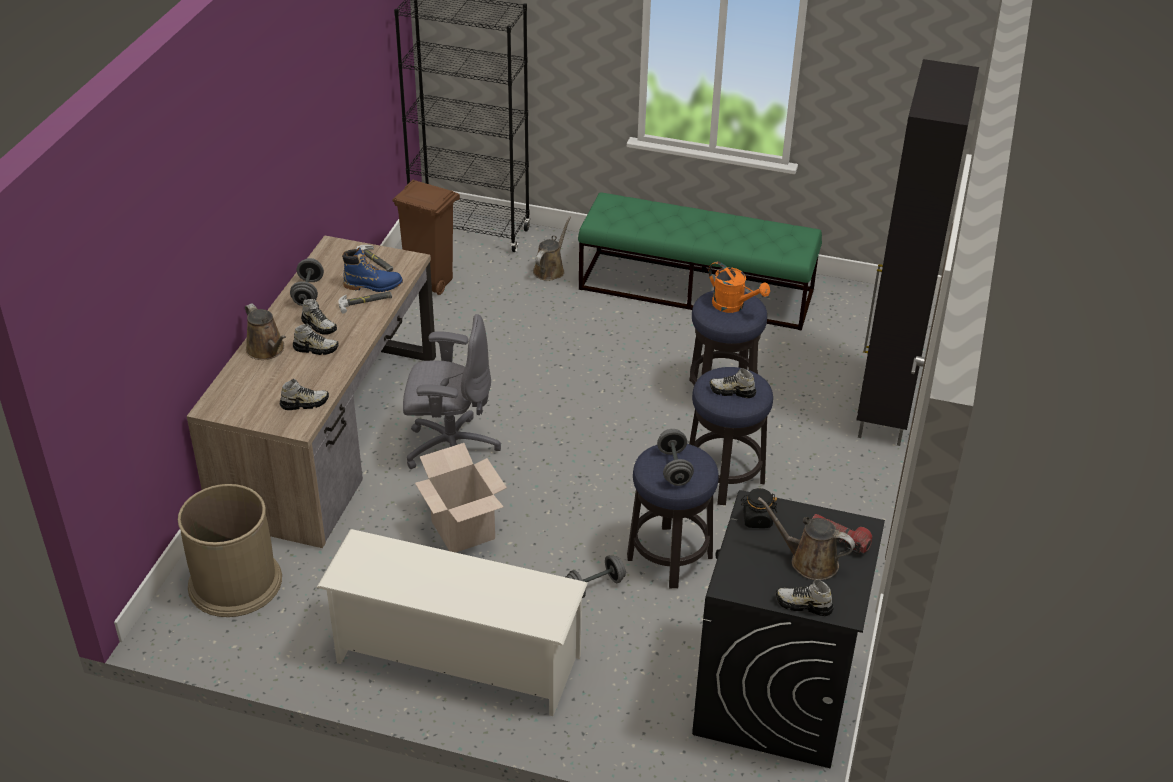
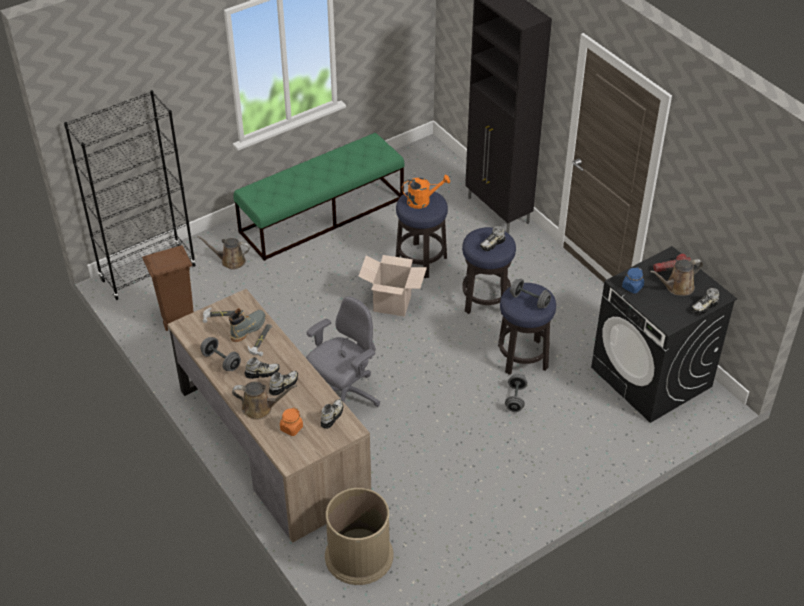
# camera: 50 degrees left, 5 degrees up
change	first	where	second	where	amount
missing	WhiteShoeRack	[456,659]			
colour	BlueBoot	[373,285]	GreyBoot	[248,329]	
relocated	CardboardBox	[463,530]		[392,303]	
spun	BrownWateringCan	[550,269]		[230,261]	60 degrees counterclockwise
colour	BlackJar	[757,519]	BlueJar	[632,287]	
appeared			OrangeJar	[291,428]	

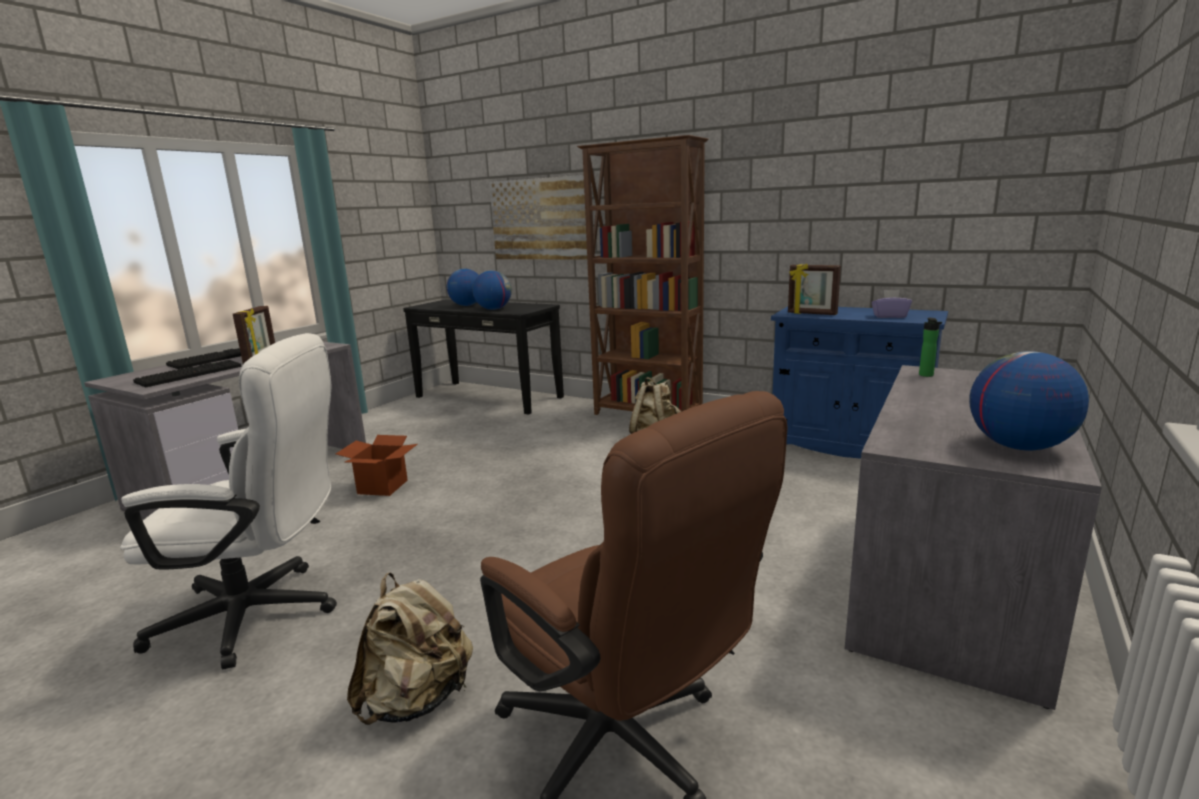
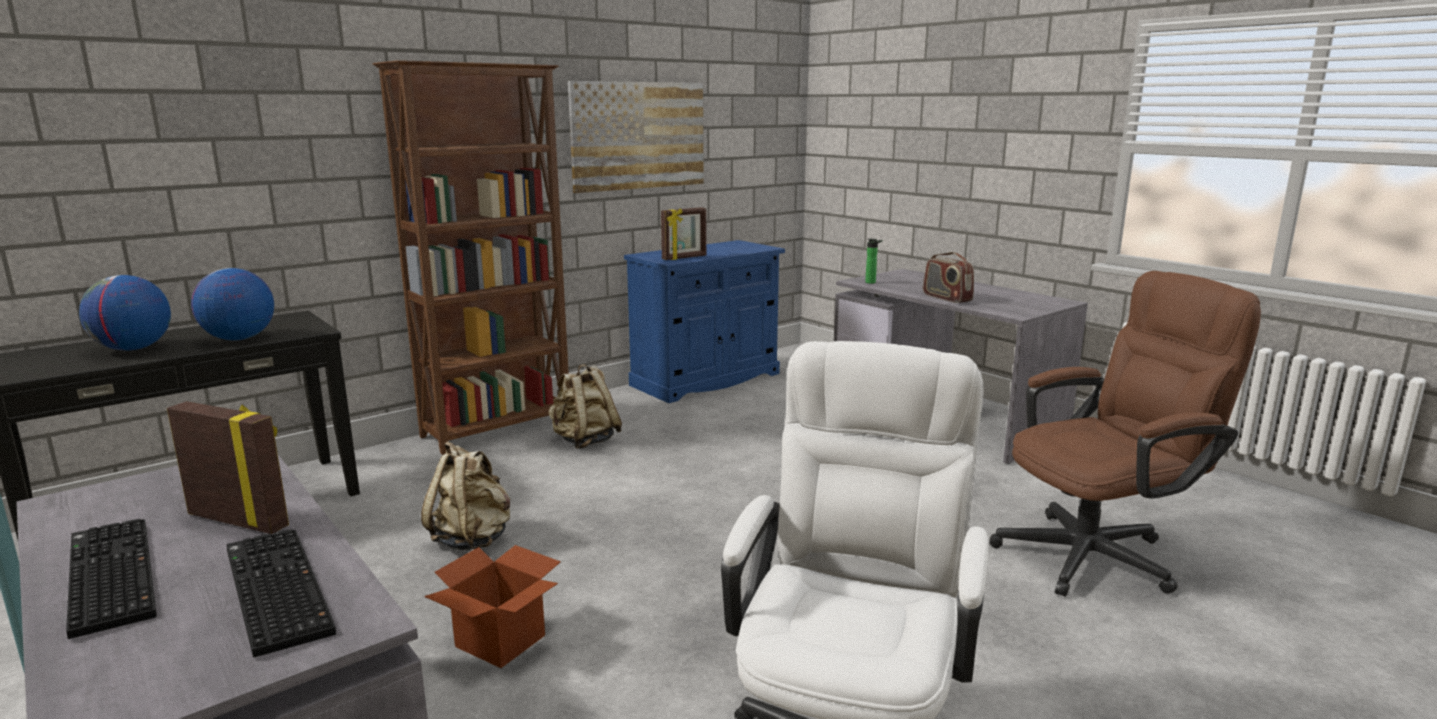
# camera: 70 degrees left, 0 degrees up
change	first	where	second	where	amount
relocated	BeigeBackpack	[417,700]		[472,539]	
relocated	Picture	[541,219]		[639,135]	
missing	PurpleTissueBox	[889,316]			
missing	Globe	[1018,447]			
appeared			Radio	[946,298]	

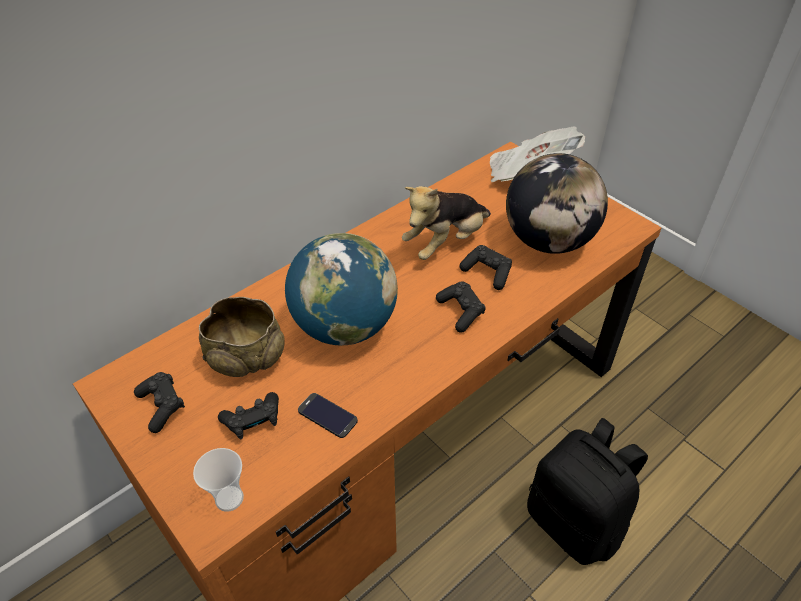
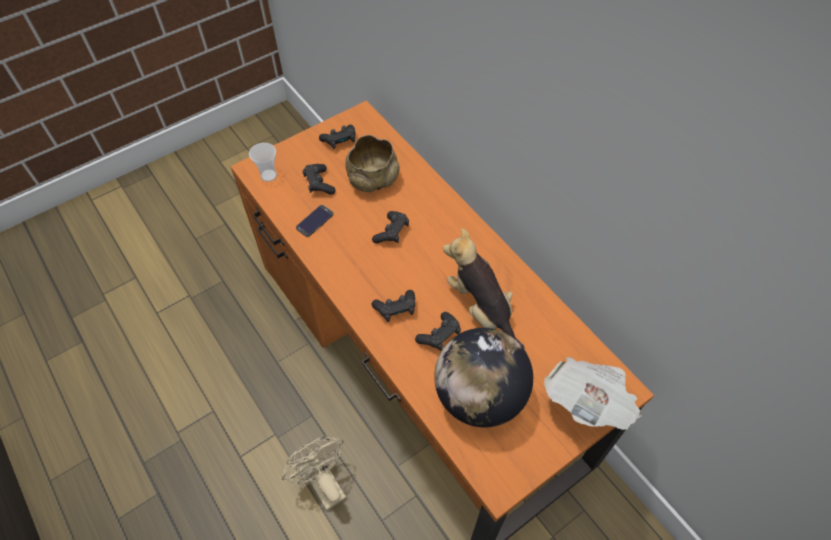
# camera: 95 degrees right, 10 degrees up
change	first	where	second	where	amount
exchanged	Globe	[345,326]	BlackGameController	[392,232]	
exchanged	BlackBackpack	[575,522]	BeigeFan	[323,483]	

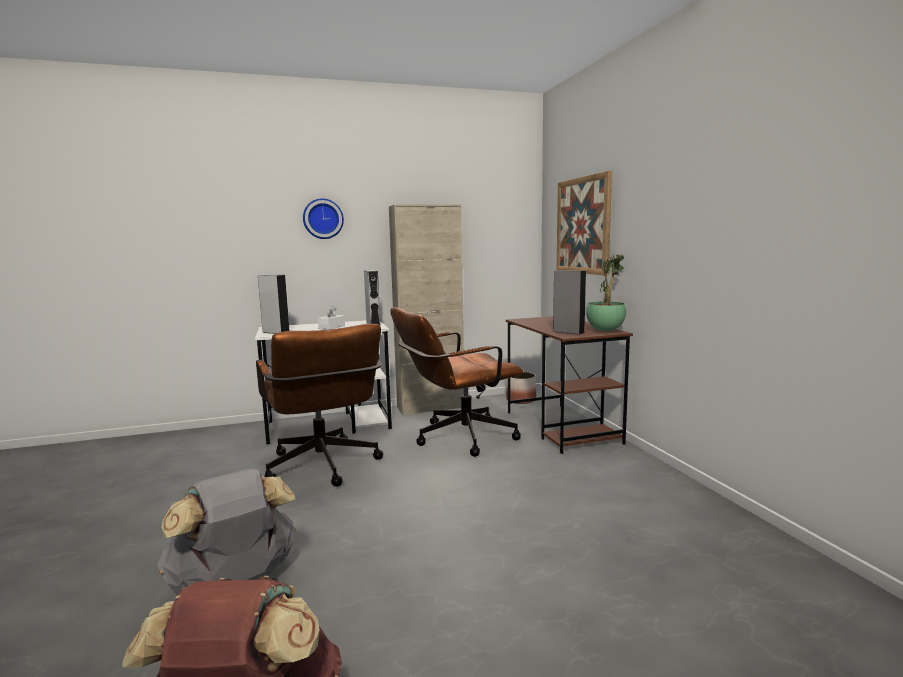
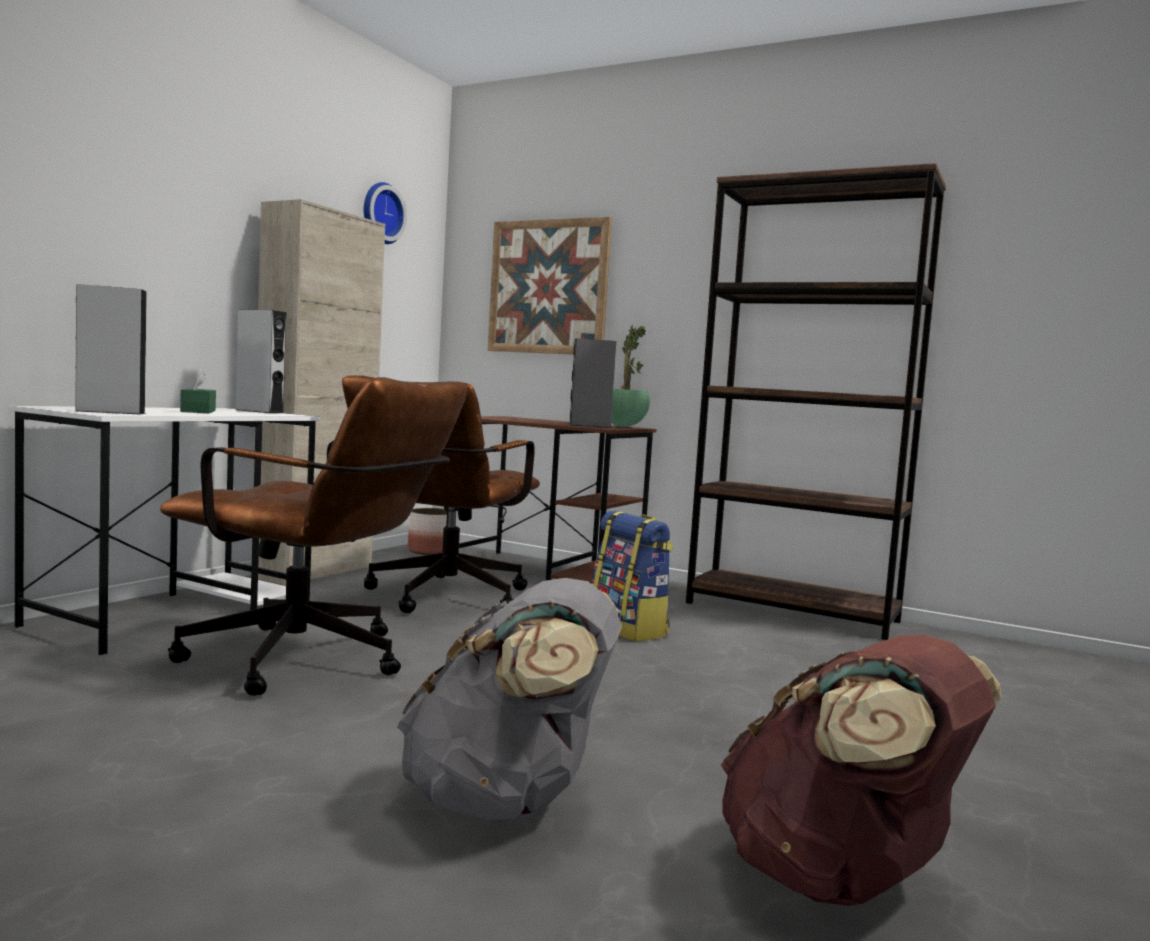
# camera: 45 degrees left, 5 degrees down
change	first	where	second	where	amount
relocated	WallClock	[323,219]		[380,213]	
colour	WhiteTissueBox	[331,327]	GreenTissueBox	[198,411]	
appeared			Backpack	[629,629]	
appeared			BrownBookcase	[792,612]	

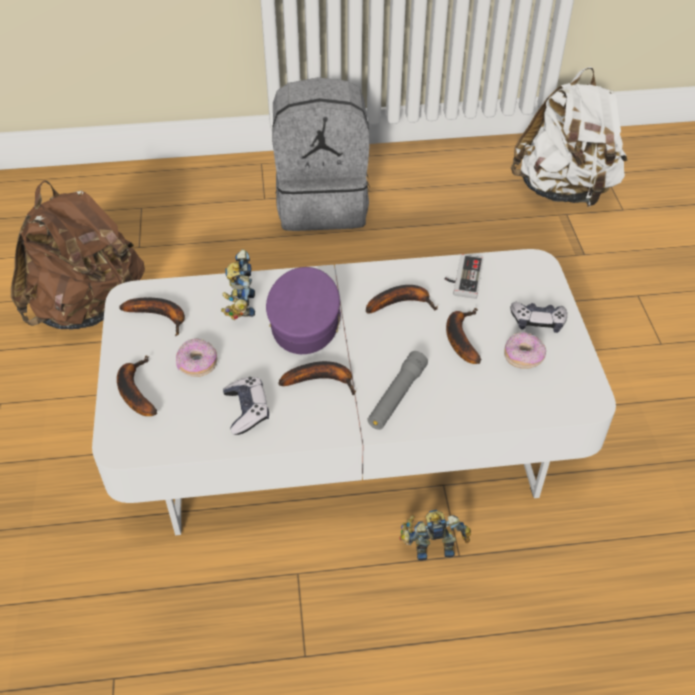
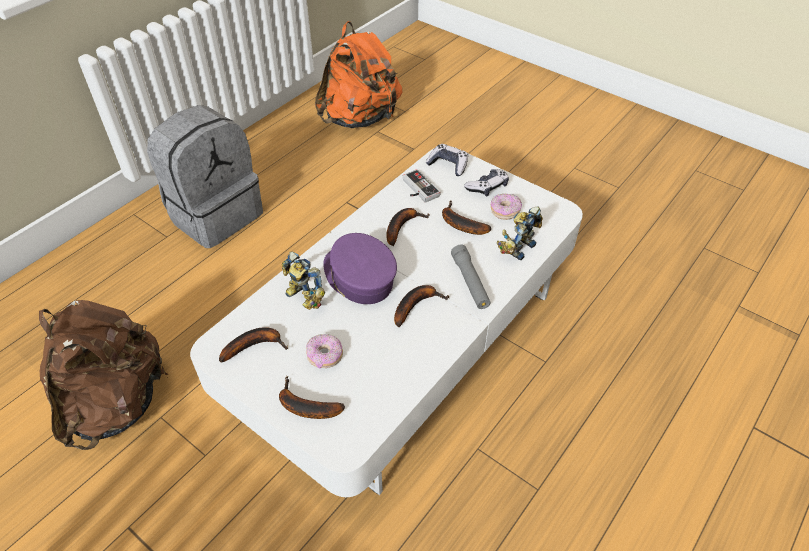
# camera: 45 degrees left, 0 degrees up
change	first	where	second	where	amount
relocated	GameController	[247,410]		[448,165]	
relocated	ToyRobot	[432,545]		[517,247]	
colour	WhiteBackpack	[563,190]	OrangeBackpack	[360,118]	

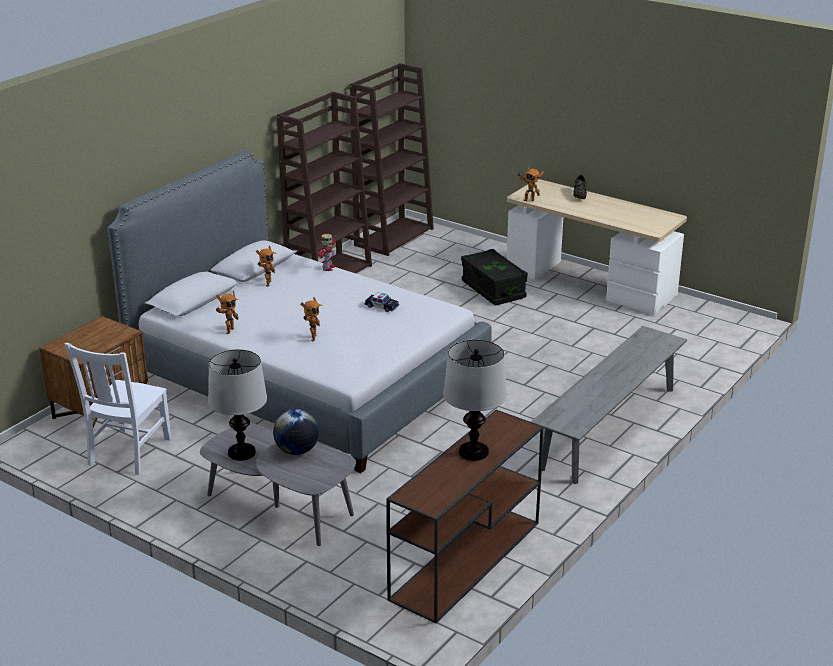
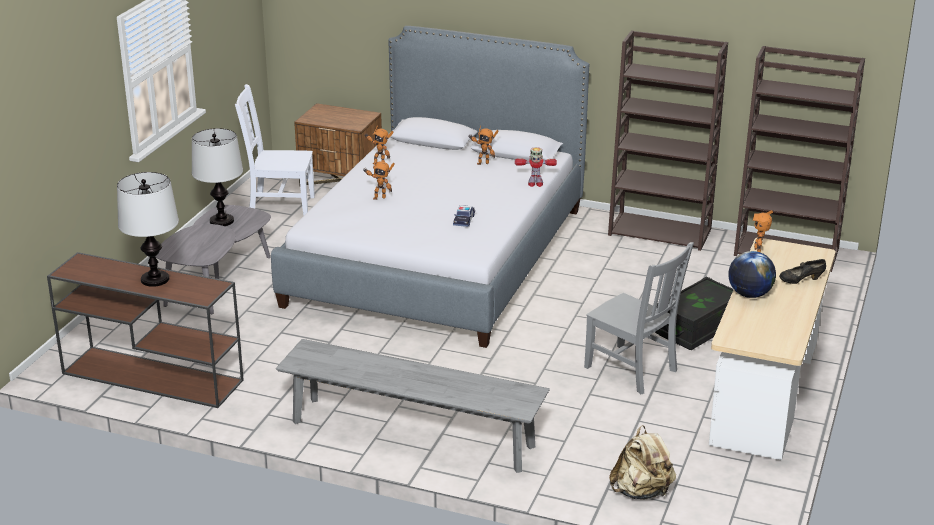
# camera: 75 degrees right, 0 degrees up
change	first	where	second	where	amount
relocated	Globe	[297,451]		[749,294]	
appeared			GreyChair	[633,370]	
appeared			BeigeBackpack	[642,492]	

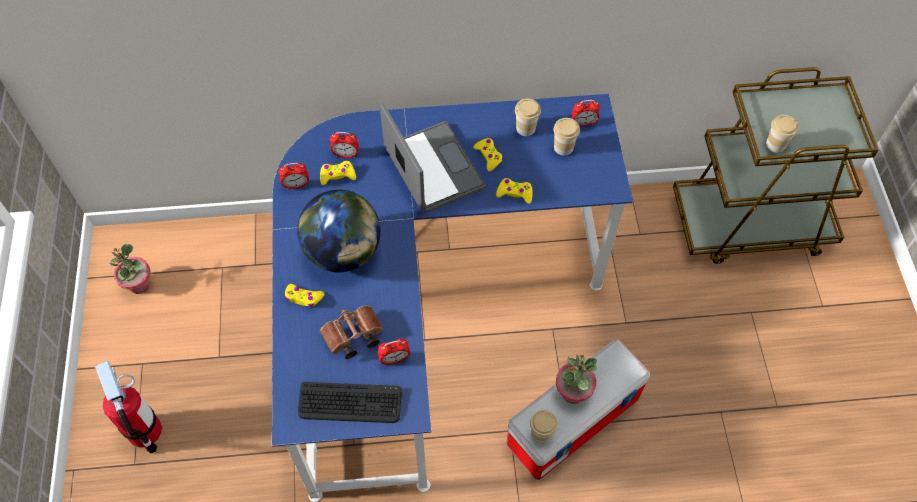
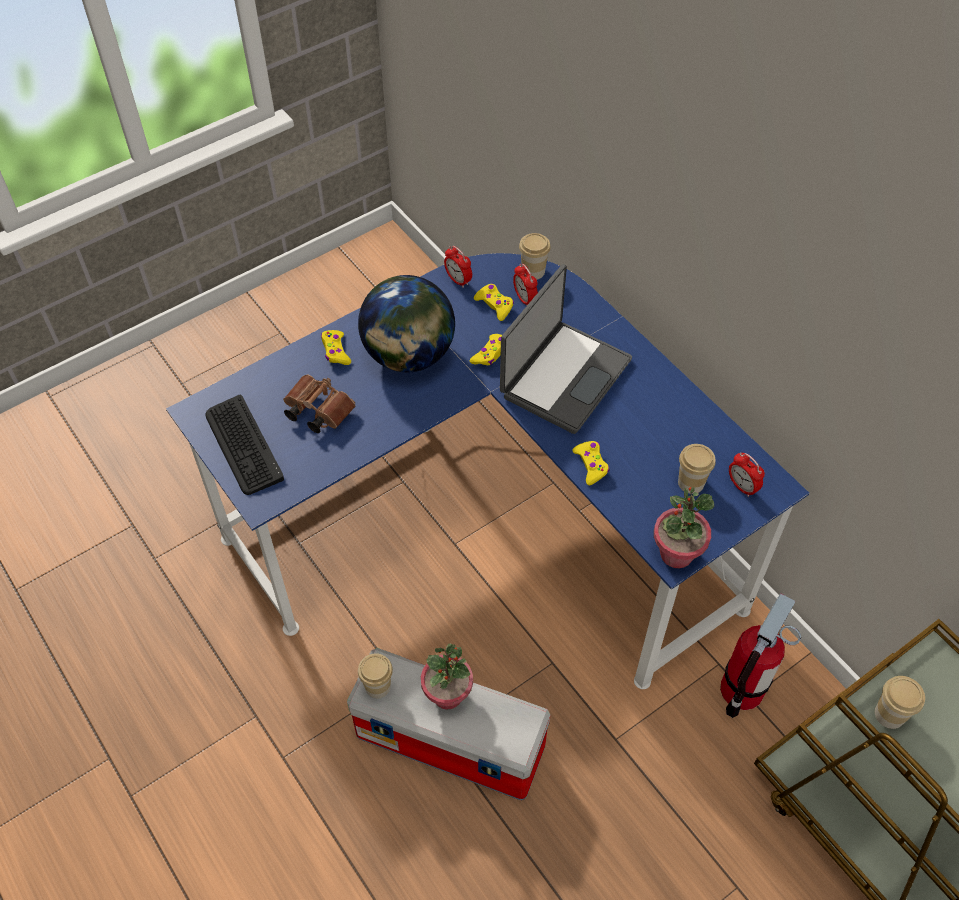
# camera: 60 degrees right, 5 degrees down
change	first	where	second	where	amount
relocated	FireExtinguisher	[145,431]		[742,690]	
relocated	PottedPlant	[139,285]		[676,553]	
missing	AlarmClock	[395,359]			
relocated	YellowGameController	[488,156]		[490,353]	
relocated	Cup	[525,128]		[533,271]	

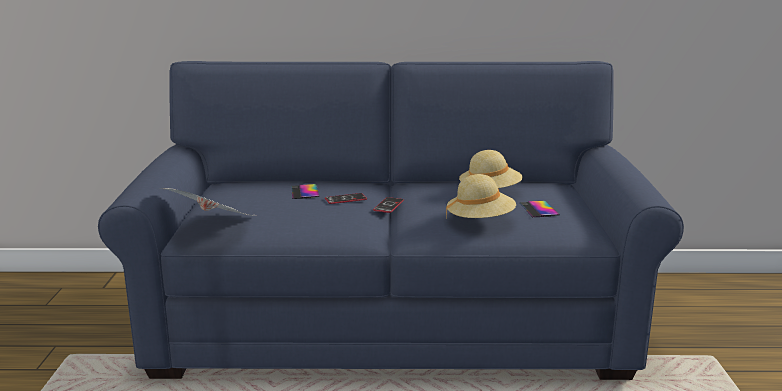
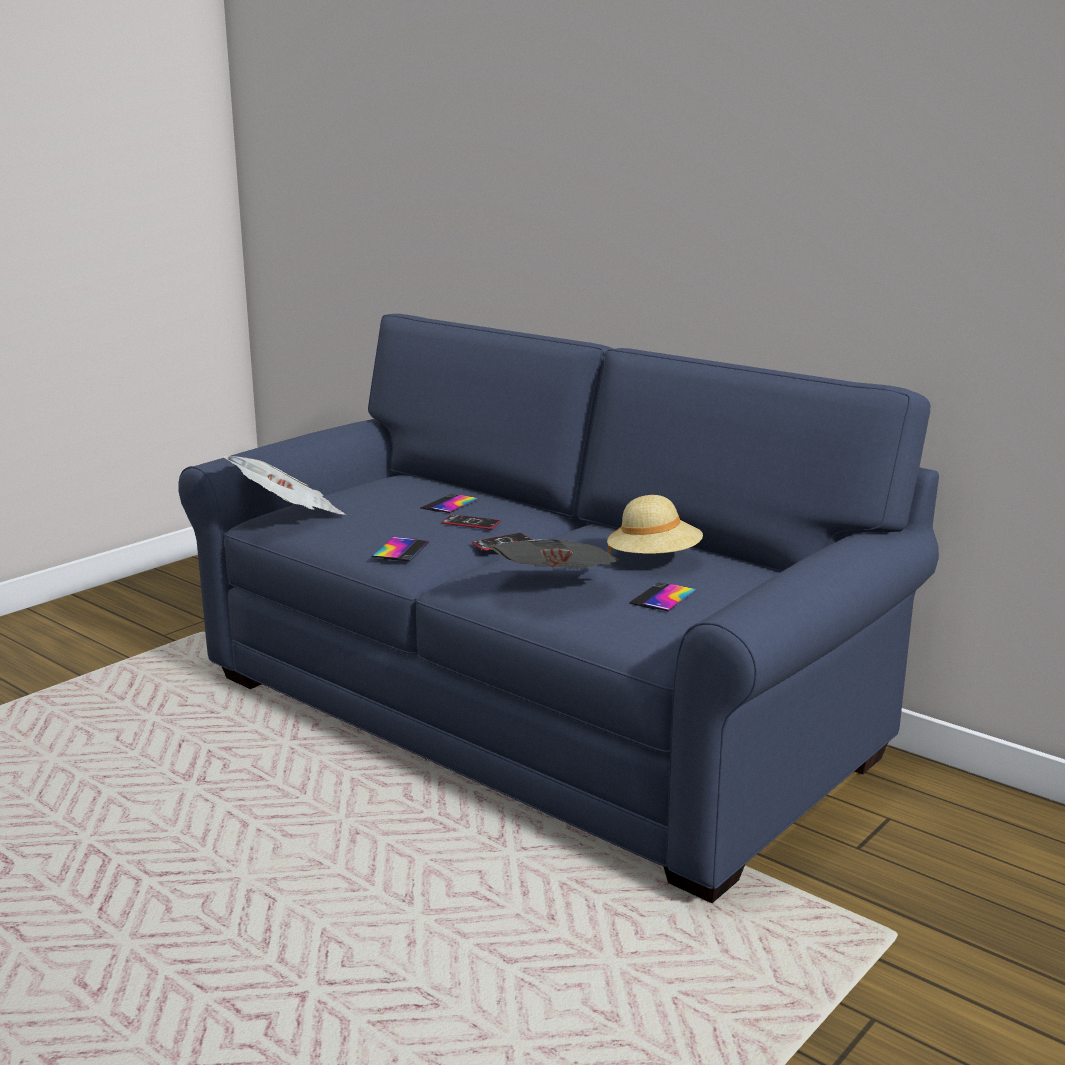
# camera: 40 degrees right, 0 degrees up
change	first	where	second	where	amount
exchanged	BeigeHat	[480,221]	Newspaper	[554,589]	
appeared			Phone	[400,549]	

